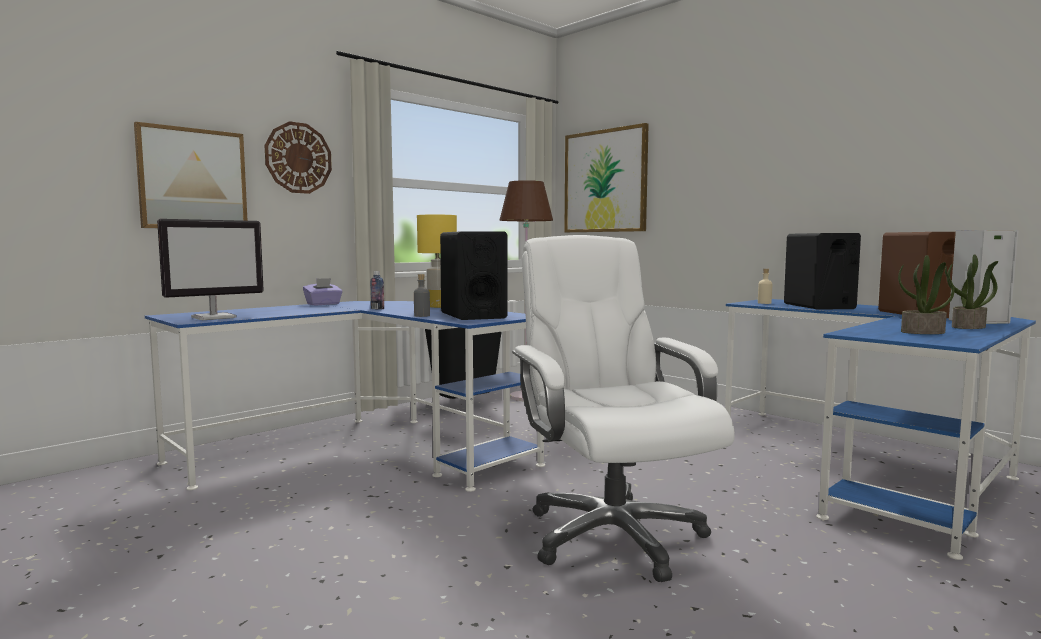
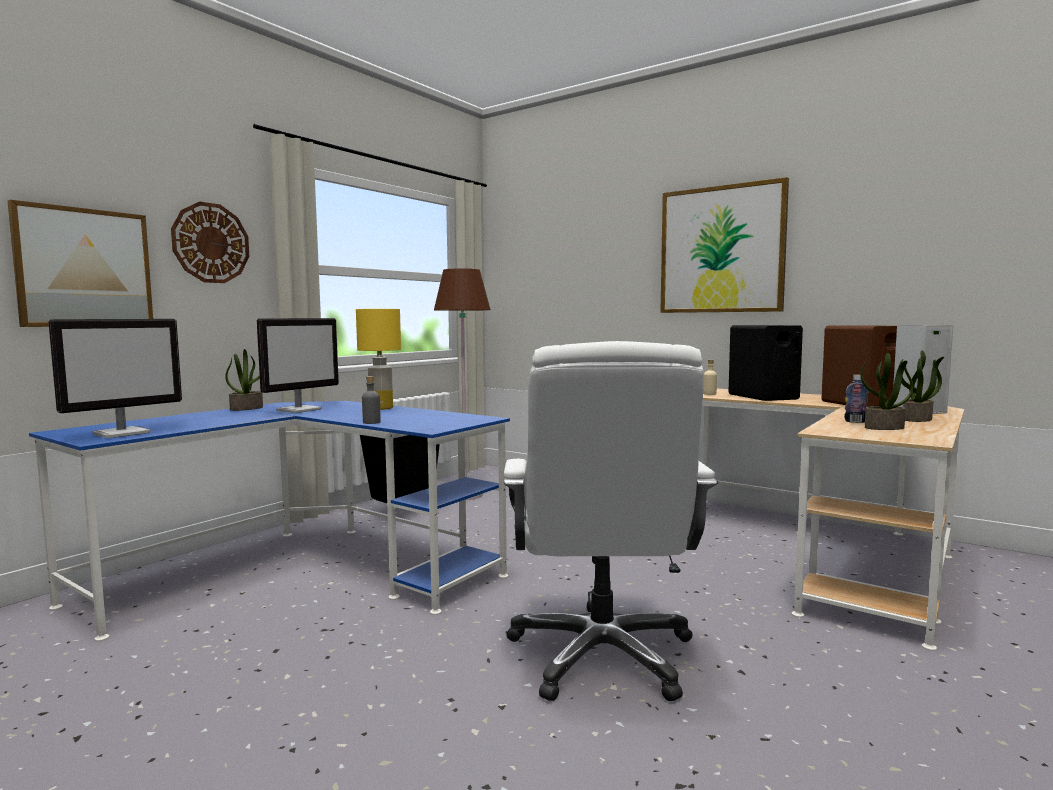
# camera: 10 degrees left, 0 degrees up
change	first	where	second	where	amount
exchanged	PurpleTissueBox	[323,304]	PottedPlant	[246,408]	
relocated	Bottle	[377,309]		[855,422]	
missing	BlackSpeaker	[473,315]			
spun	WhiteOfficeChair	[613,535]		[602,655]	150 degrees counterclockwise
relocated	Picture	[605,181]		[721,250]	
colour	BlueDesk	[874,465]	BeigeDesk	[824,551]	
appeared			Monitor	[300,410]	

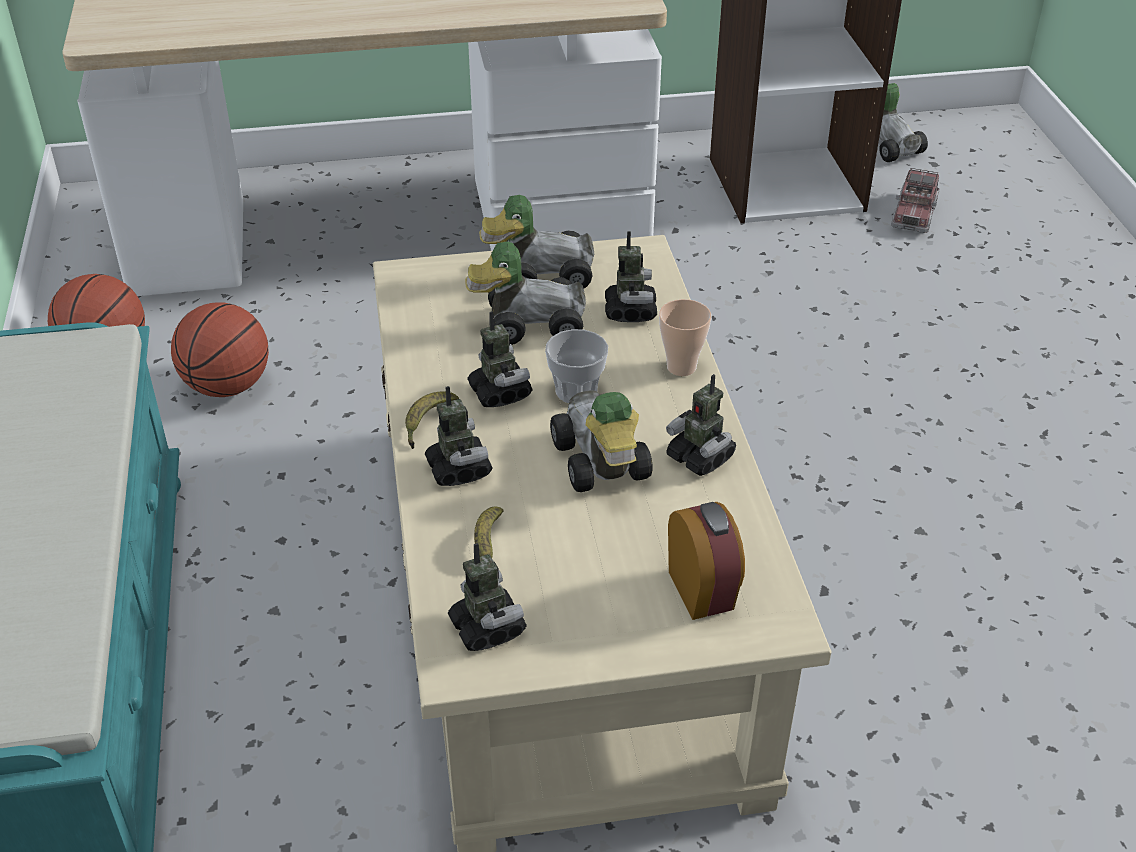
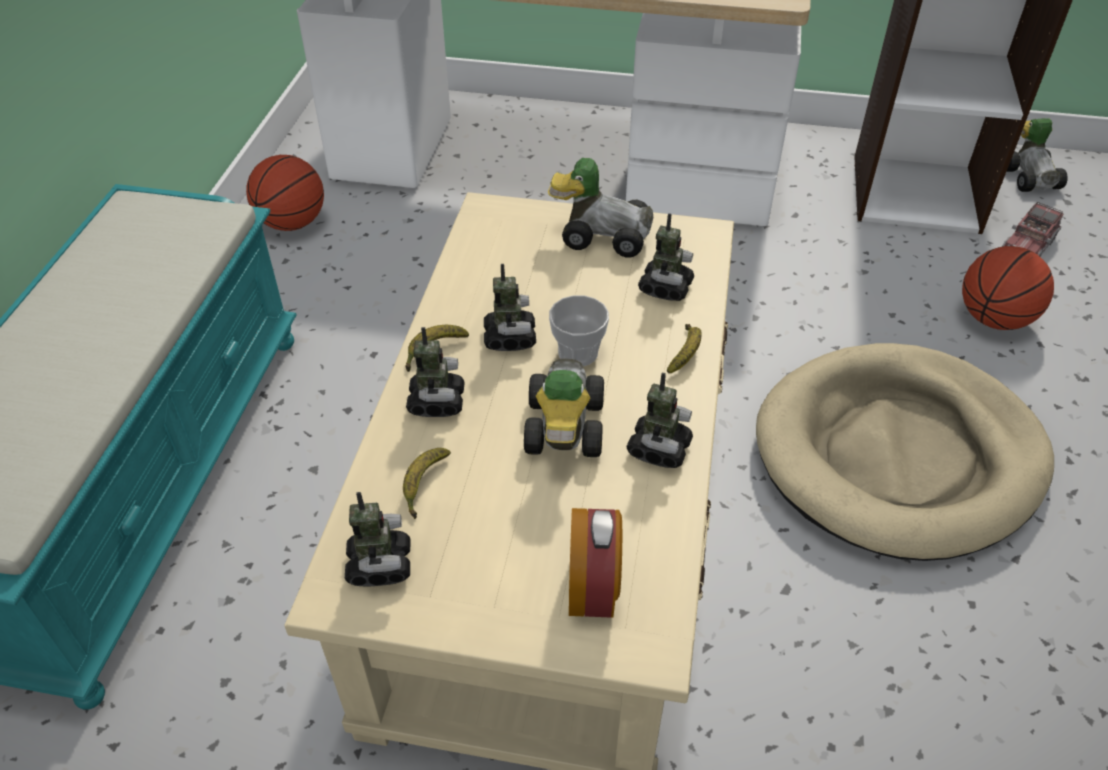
# camera: 20 degrees right, 5 degrees up
change	first	where	second	where	amount
relocated	Basketball	[227,386]		[993,319]	
missing	ToyCar	[528,323]			
exchanged	Cup	[681,367]	Banana	[685,353]	
spun	ToyRobot	[700,457]		[658,449]	135 degrees counterclockwise
appeared			BeigeDogBed	[898,455]	

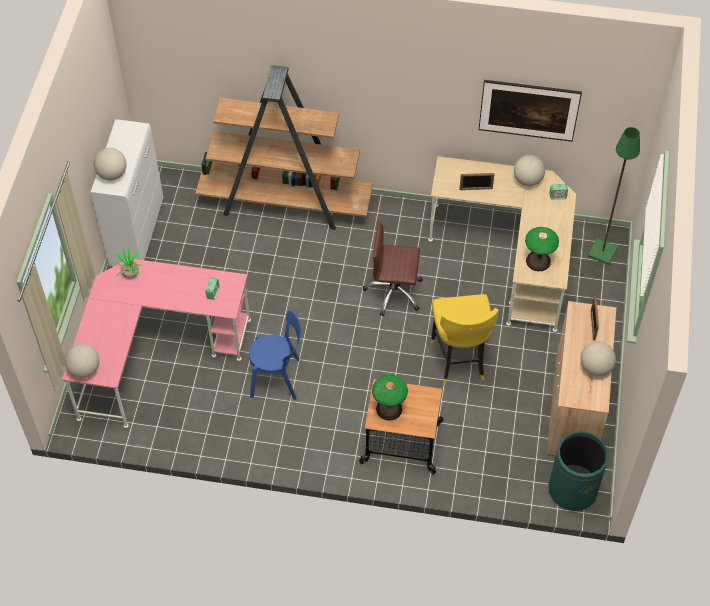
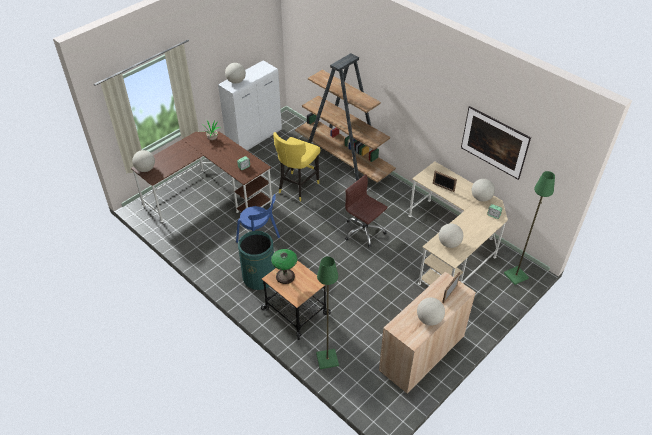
# camera: 35 degrees right, 10 degrees down
change	first	where	second	where	amount
colour	PinkDesk	[153,352]	BrownDesk	[209,194]	
relocated	YellowStool	[459,360]		[297,187]	
exchanged	TableLamp	[538,261]	Globe	[449,243]	
relocated	GreenTrashCan	[572,489]		[259,277]	
appeared			GreenFloorLamp	[327,360]	

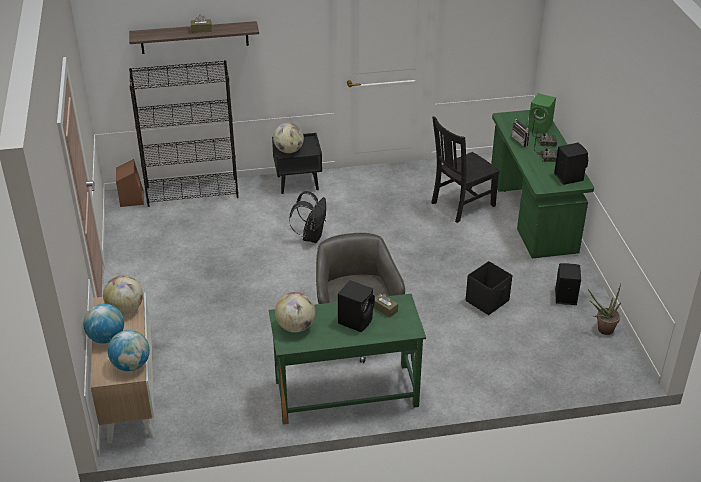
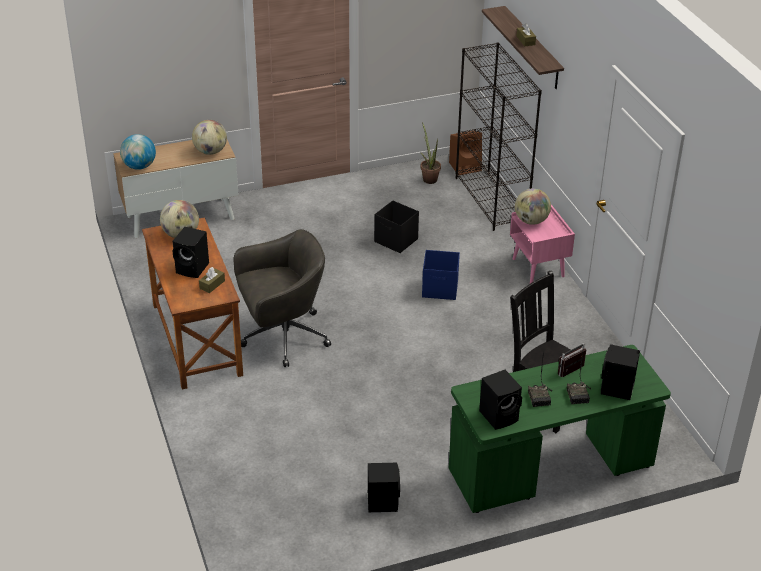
# camera: 80 degrees right, 0 degrees up
change	first	where	second	where	amount
missing	Globe	[106,338]			
colour	GreenDesk	[346,394]	BrownDesk	[196,339]	
colour	BlackNightstand	[298,183]	PinkNightstand	[539,268]	
exchanged	BlackBackpack	[311,236]	BlueStorageBox	[440,289]	
relocated	BlackStorageBox	[487,300]		[396,241]	
colour	GreenSpeaker	[540,127]	BlackSpeaker	[616,389]	
relocated	PottedPlant	[602,330]		[428,178]	

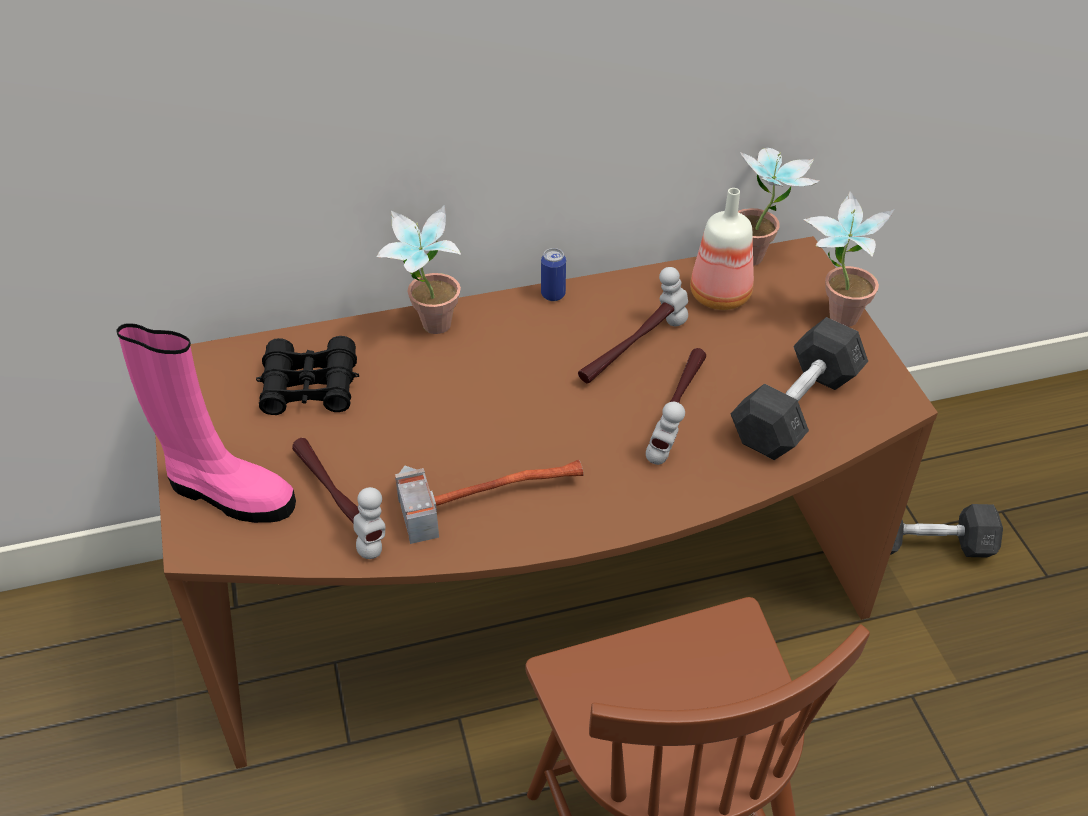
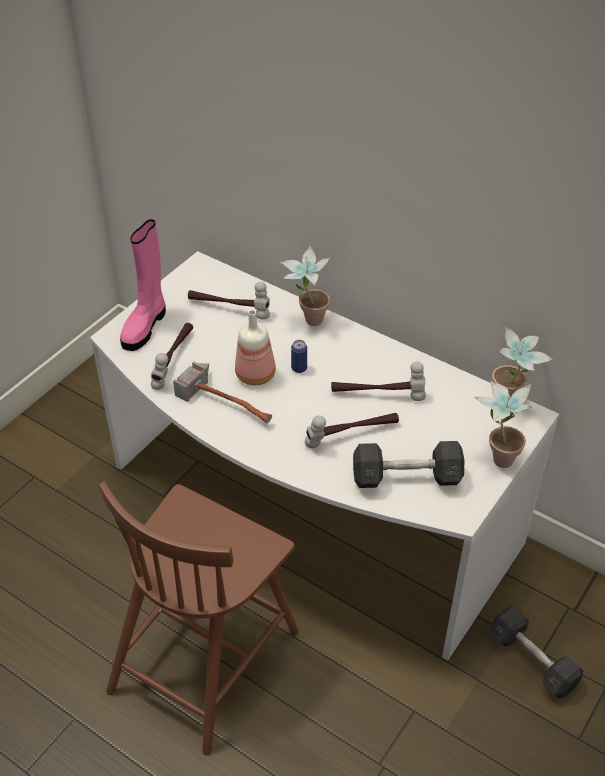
# camera: 50 degrees right, 0 degrees up
change	first	where	second	where	amount
spun	PinkBoot	[228,494]		[145,326]	45 degrees clockwise
colour	BrownDesk	[540,603]	WhiteDesk	[307,512]	
exchanged	BlackBinoculars	[310,387]	Hammer	[229,308]	
relocated	Can	[553,295]		[299,368]	
relocated	Bottle	[719,294]		[256,374]	

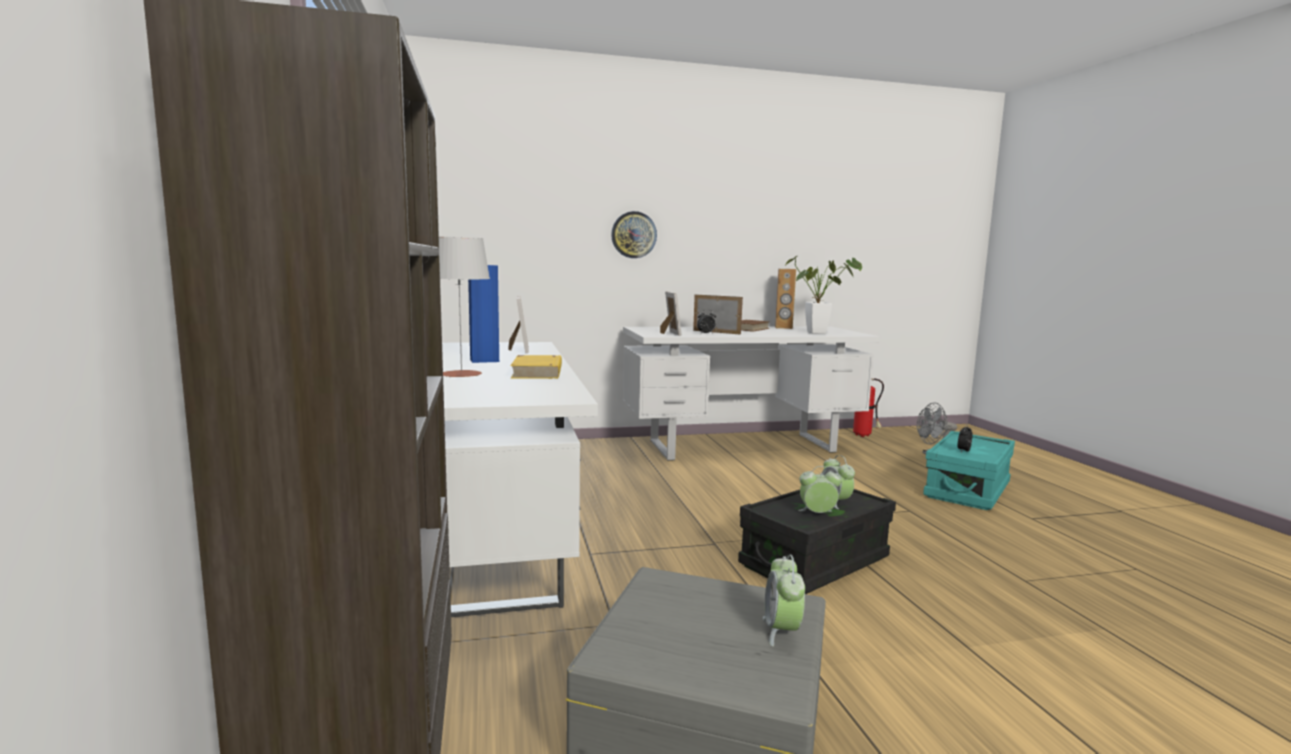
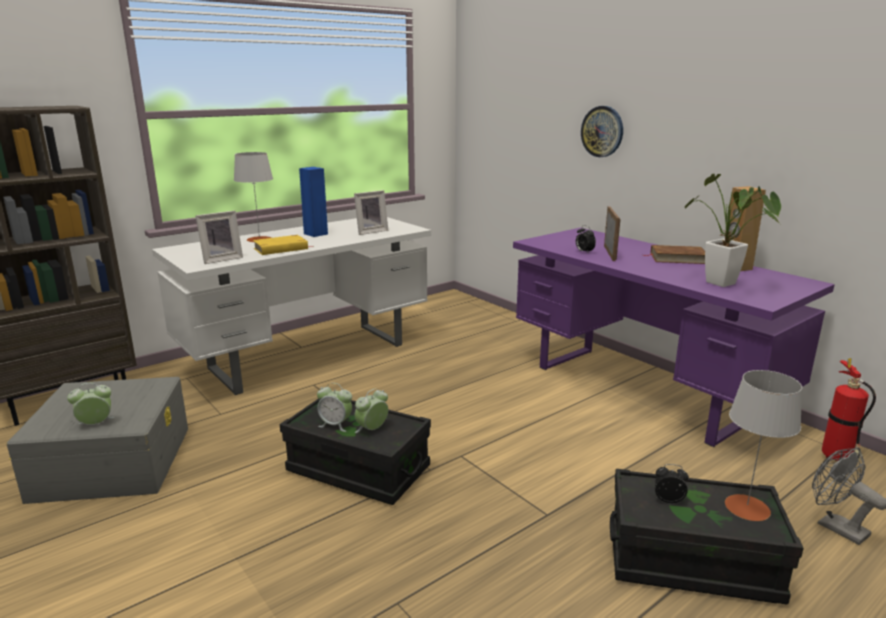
# camera: 65 degrees right, 10 degrees up
change	first	where	second	where	amount
colour	WhiteDesk	[742,446]	PurpleDesk	[641,391]	
relocated	PictureFrame	[669,333]		[221,259]	
spun	AlarmClock	[817,514]		[335,425]	135 degrees clockwise
colour	TurquoiseStorageBox	[967,490]	BlackStorageBox	[691,561]	
appeared			GreyTableLamp	[747,507]	

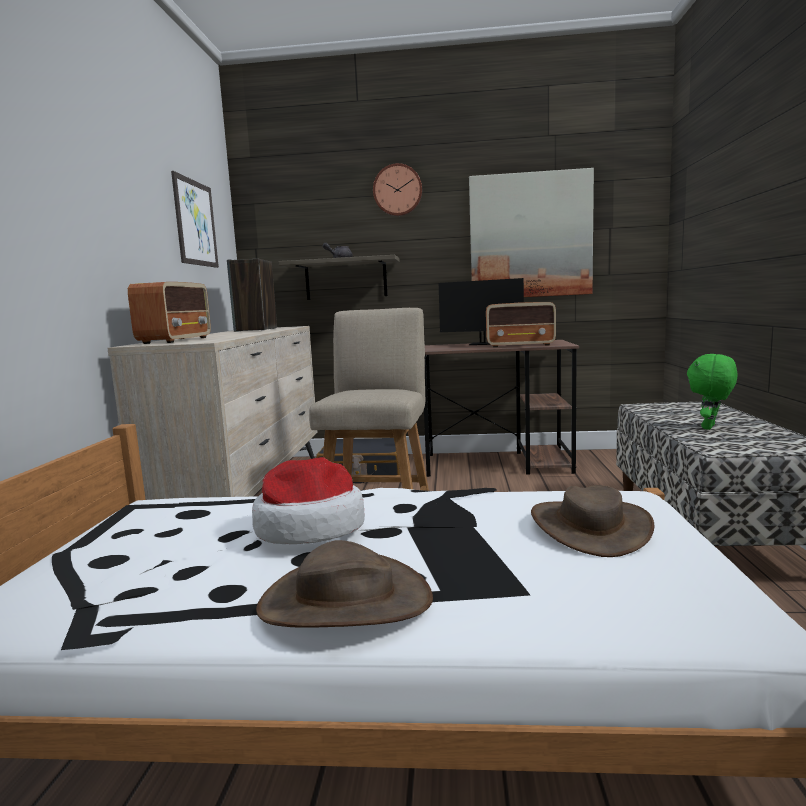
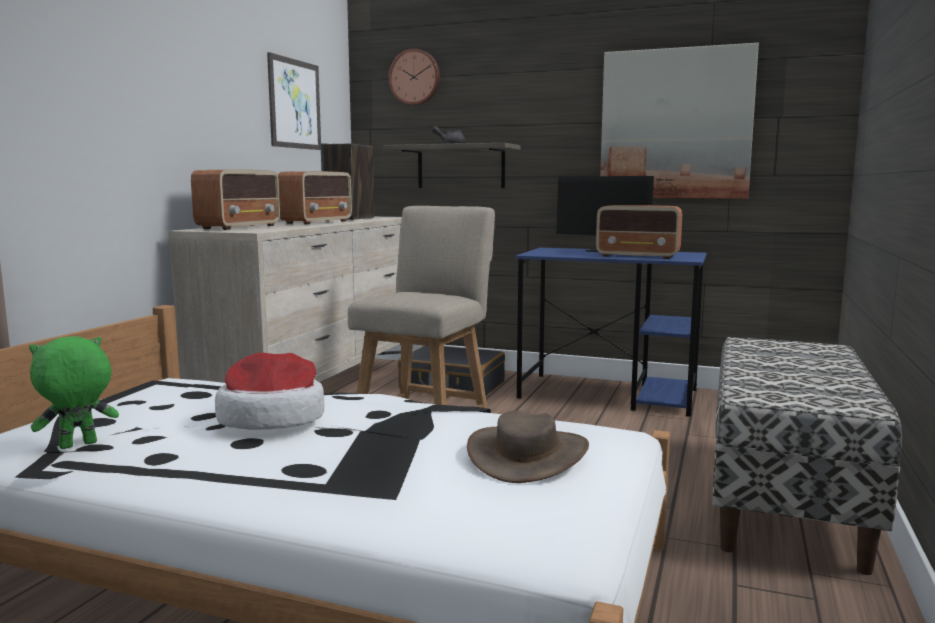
# camera: 15 degrees right, 0 degrees up
change	first	where	second	where	amount
missing	BrownHat	[345,601]			
relocated	WallClock	[397,190]		[415,77]	
colour	BrownDesk	[498,463]	BlueDesk	[609,394]	
relocated	GreenPlushToy	[710,427]		[78,446]	
appeared			Radio	[317,222]	

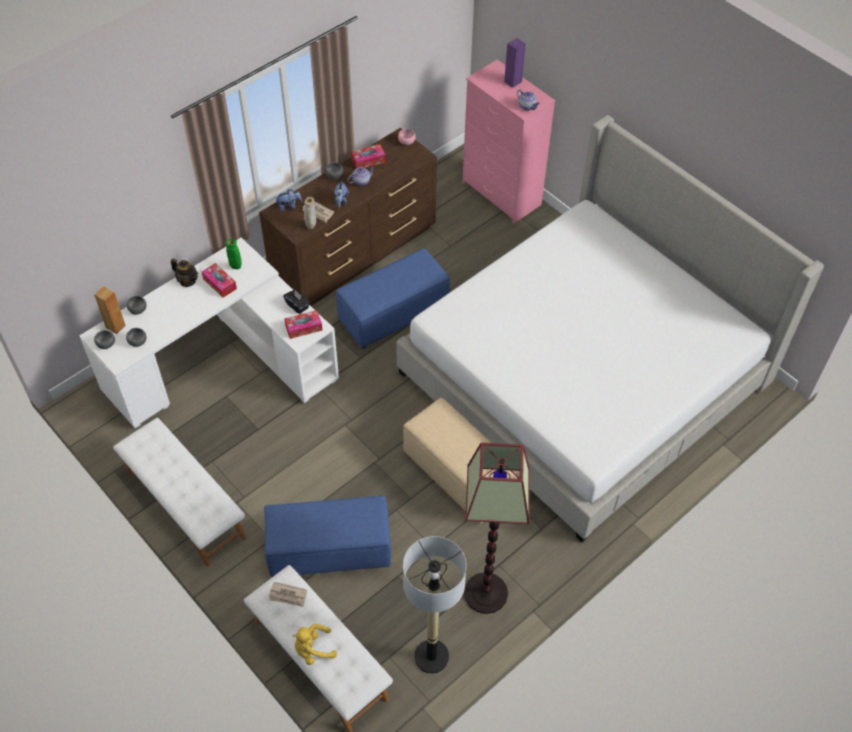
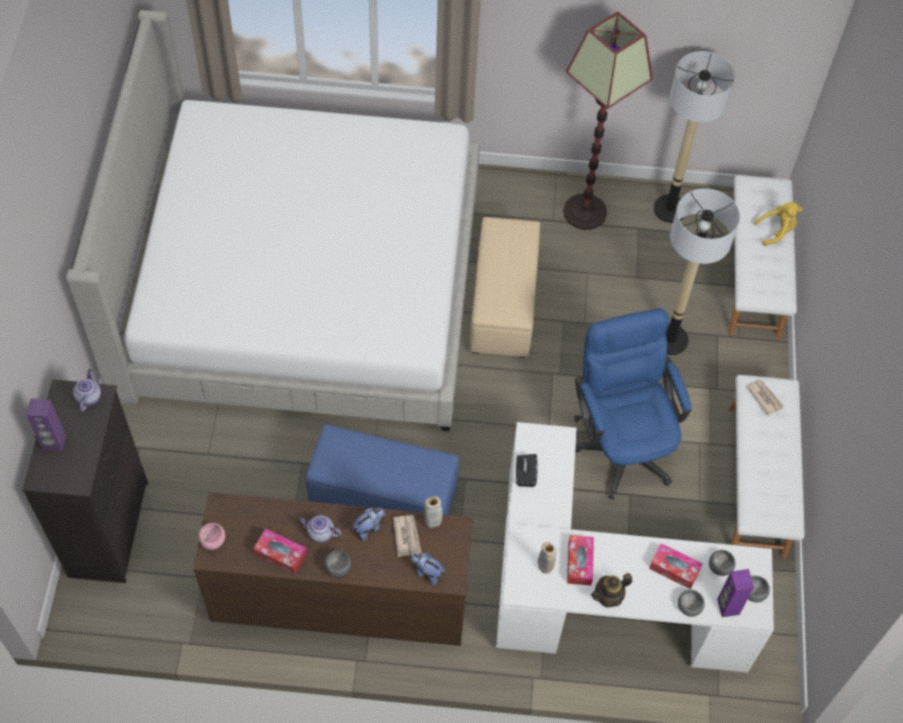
# camera: 135 degrees left, 5 degrees up
change	first	where	second	where	amount
colour	BrownSpeaker	[116,326]	PurpleSpeaker	[727,606]	
spun	Teapot	[187,281]		[609,597]	105 degrees counterclockwise
colour	GreenVase	[236,267]	BeigeVase	[545,568]	
exchanged	BlueOttoman	[328,550]	FloorLamp	[670,340]	
relocated	Newspaper	[288,596]		[764,397]	
relocated	TissueBox	[303,328]		[674,569]	
spun	YellowPlushToy	[313,649]		[776,231]	45 degrees counterclockwise
colour	PinkDresser	[501,194]	BlackDresser	[110,528]	
appeared			BlueOfficeChair	[621,442]	

